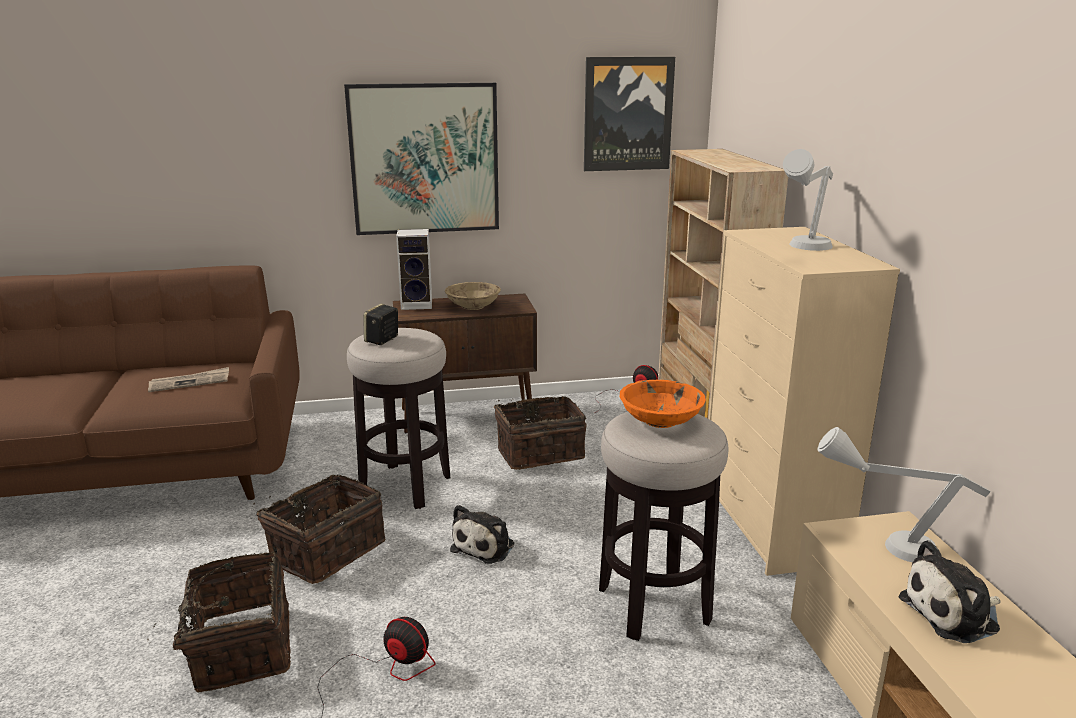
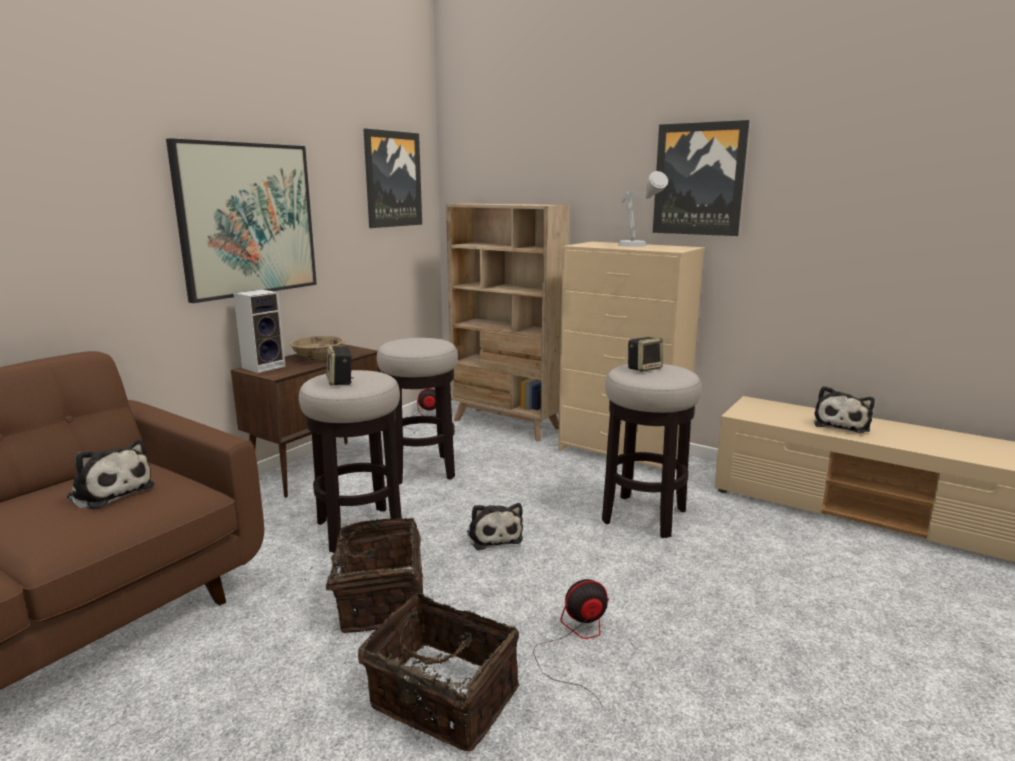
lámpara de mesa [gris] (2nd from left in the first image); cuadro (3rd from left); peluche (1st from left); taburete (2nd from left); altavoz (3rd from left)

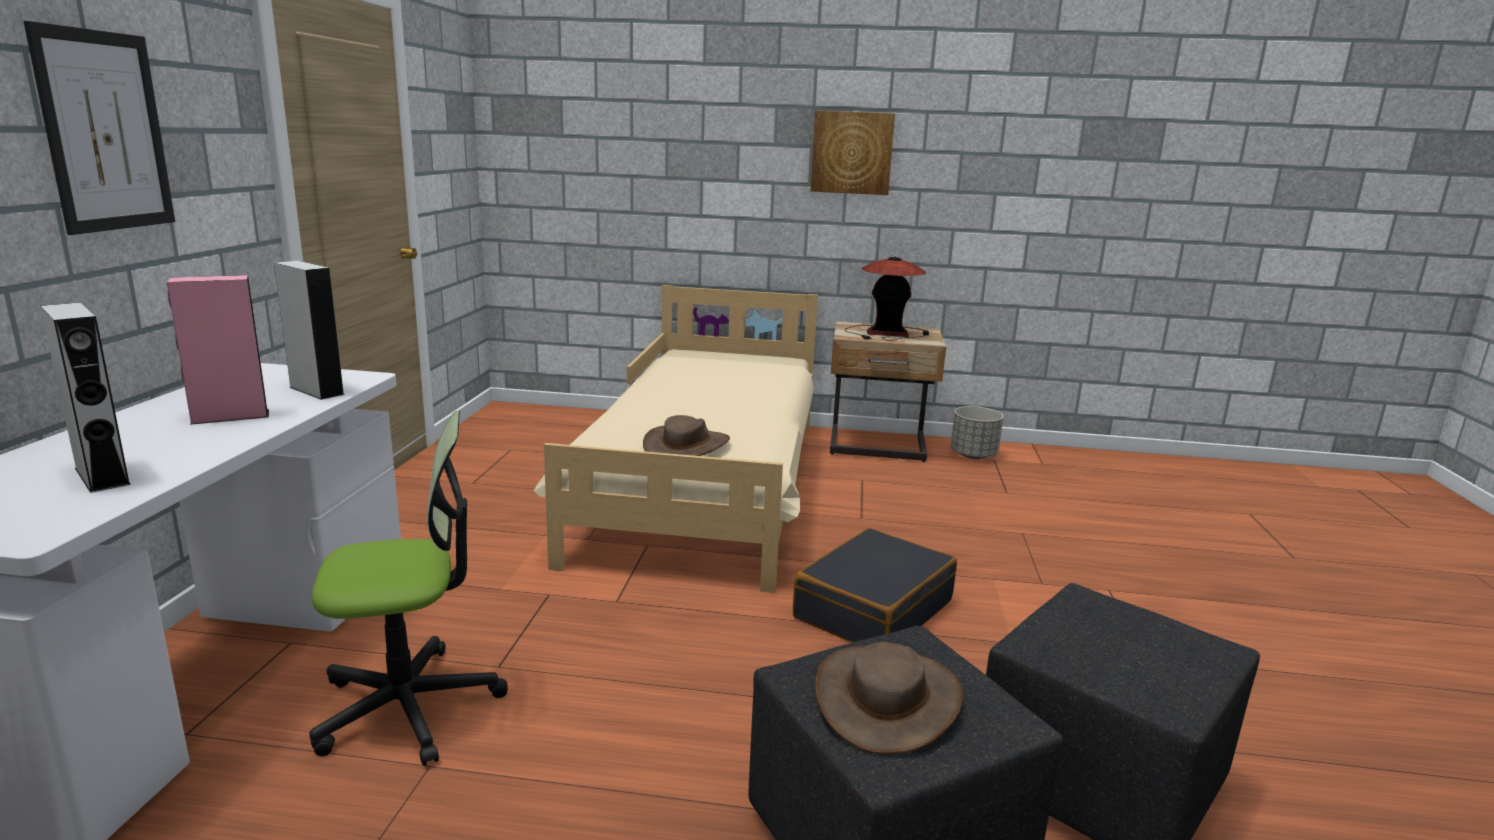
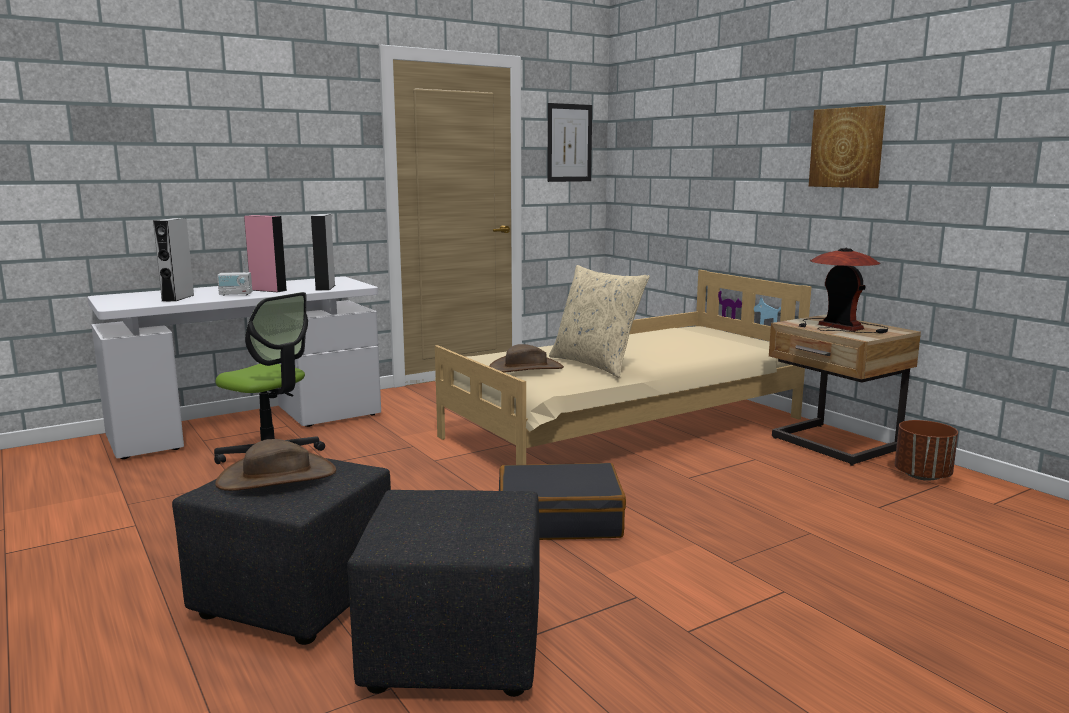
radio; cojín [beis]; cuadro (1st from left); maceta [marrón]

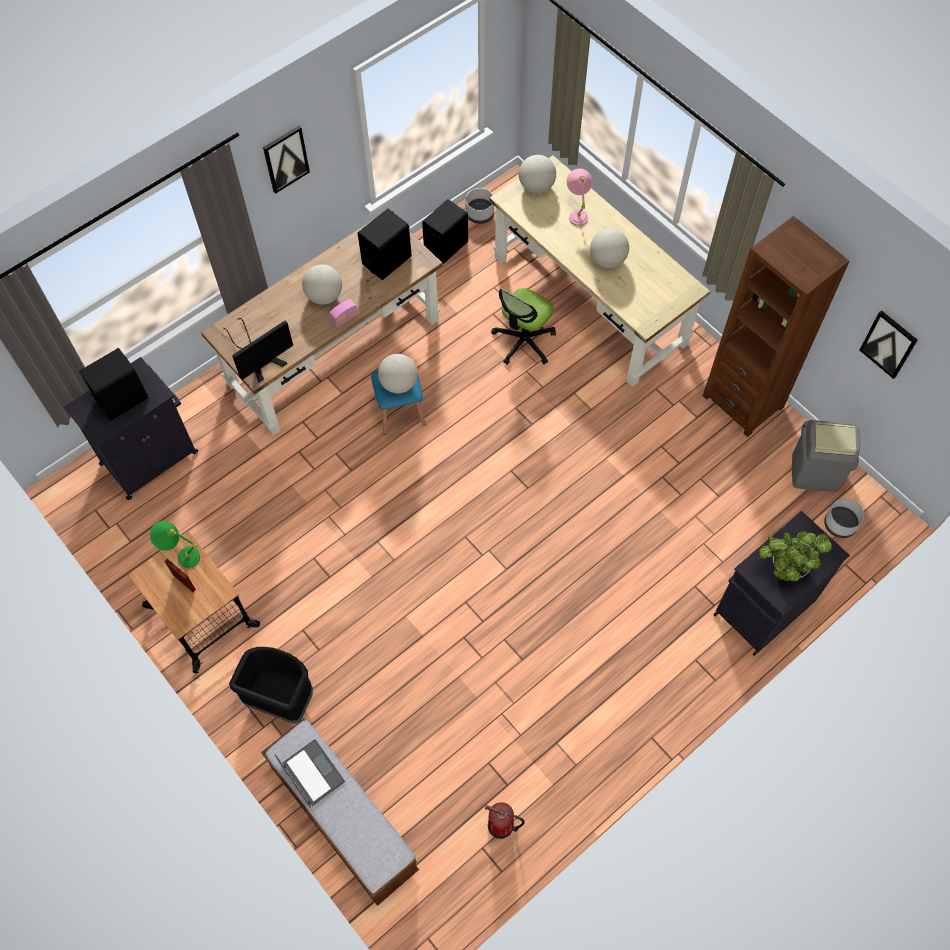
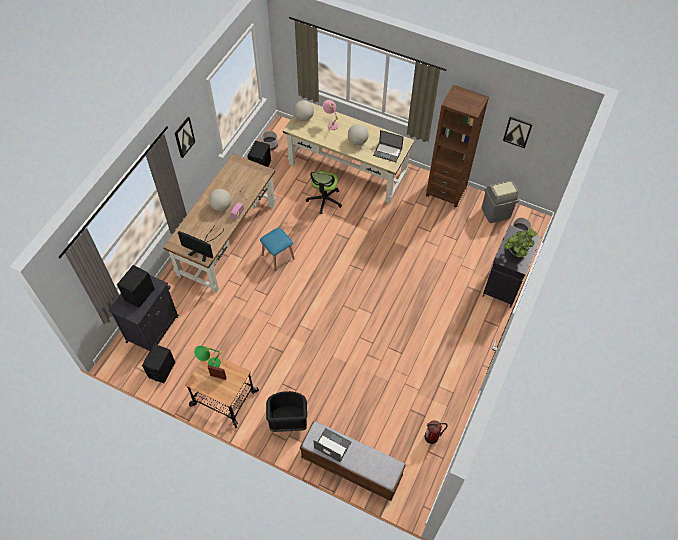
globo terráqueo (2nd from left in the first image); portátil (2nd from left); altavoz [negro] (2nd from left); monitor

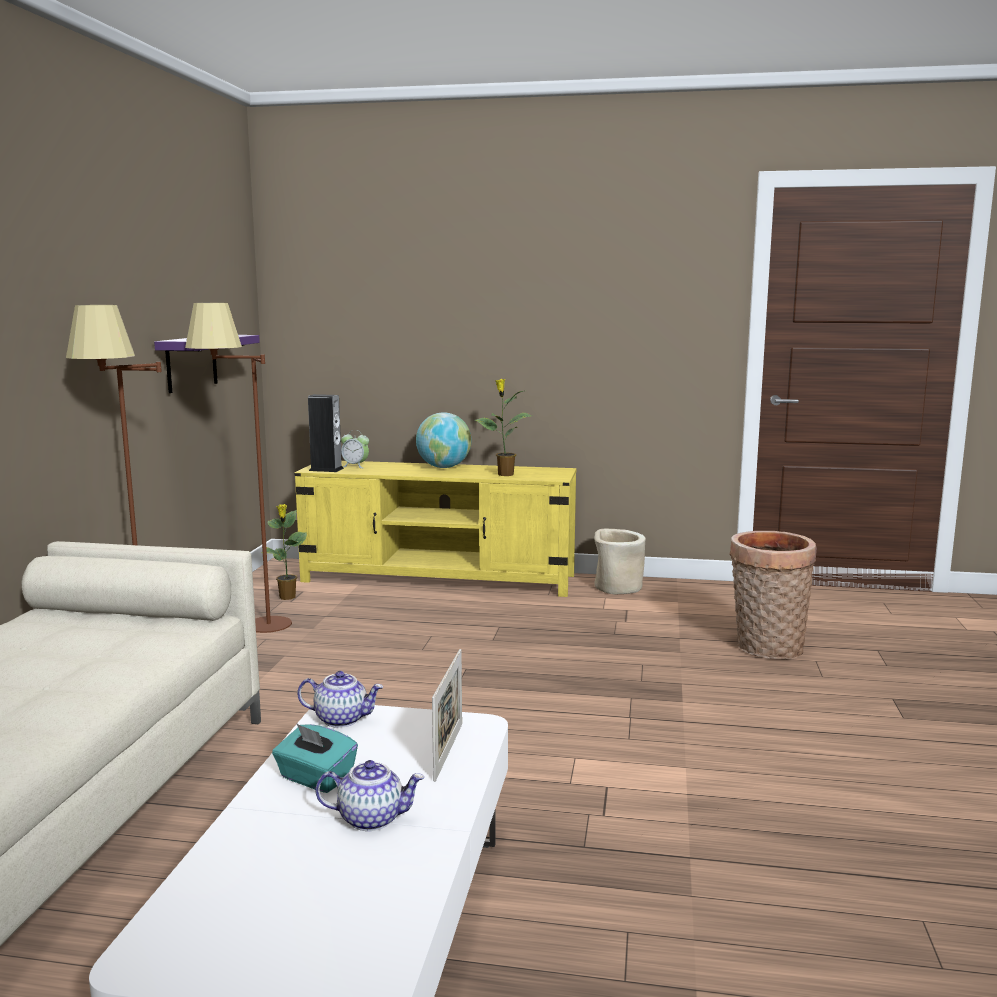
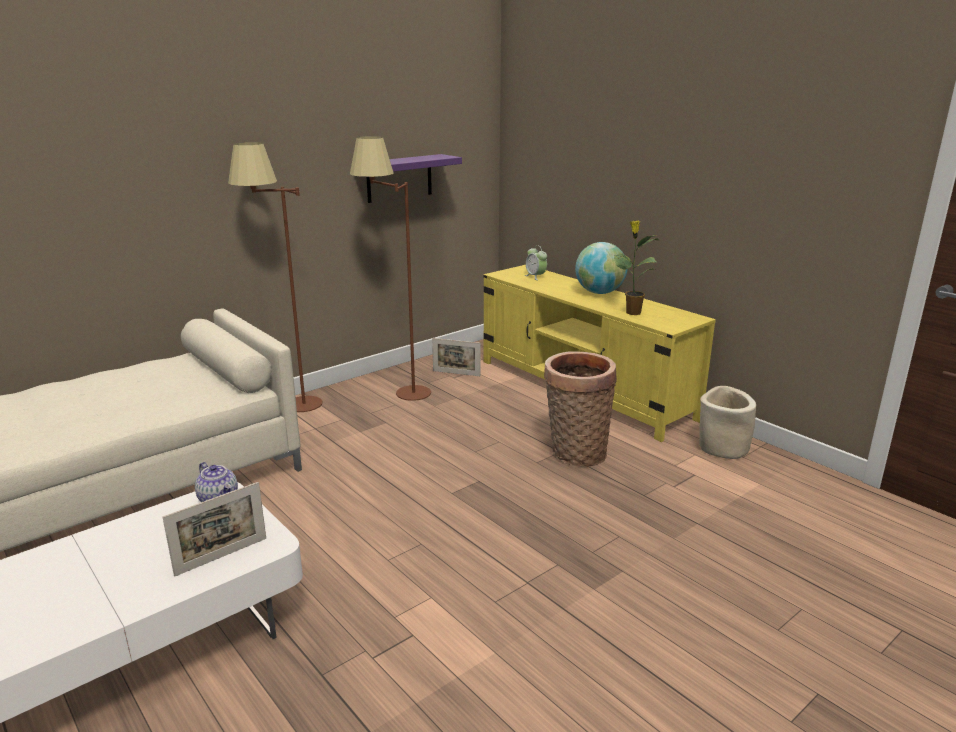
caja de pañuelos [turquesa]; altavoz; tetera (2nd from left in the first image); cesta; portarretratos (2nd from left)

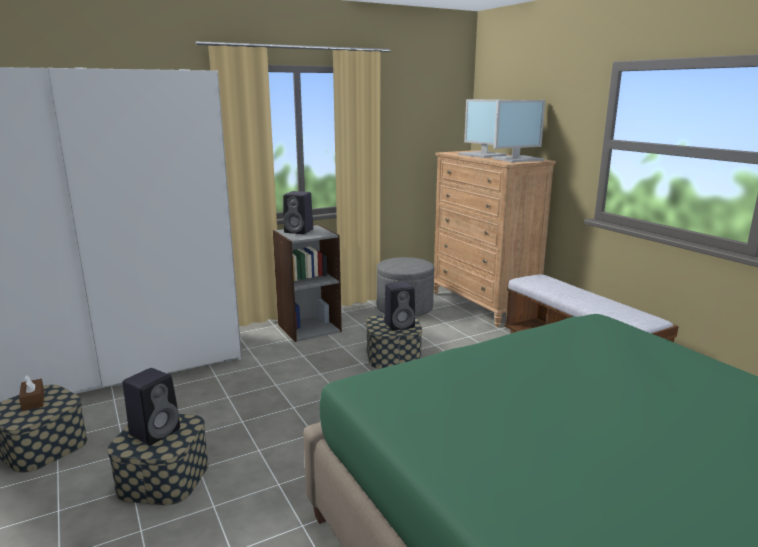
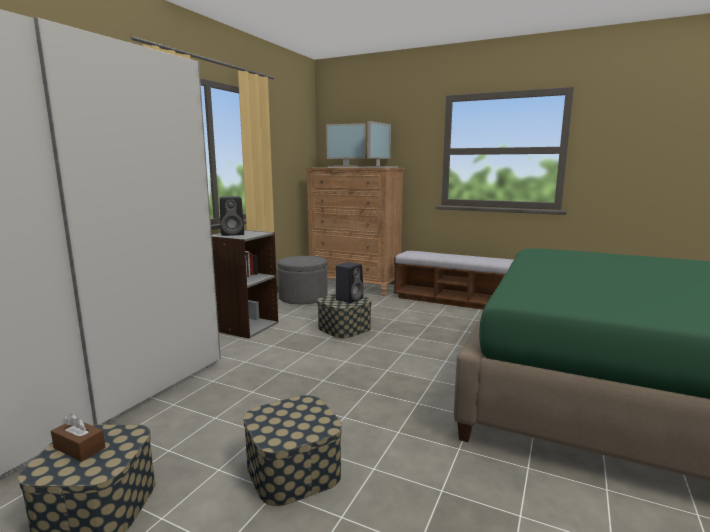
altavoz [negro] (1st from left in the first image)

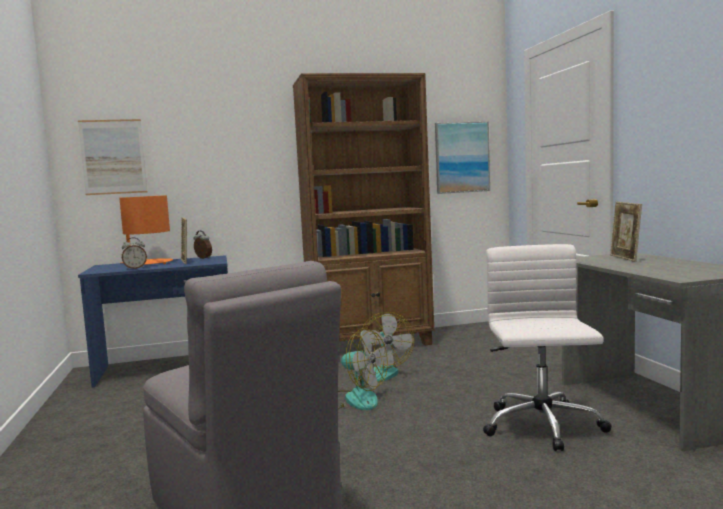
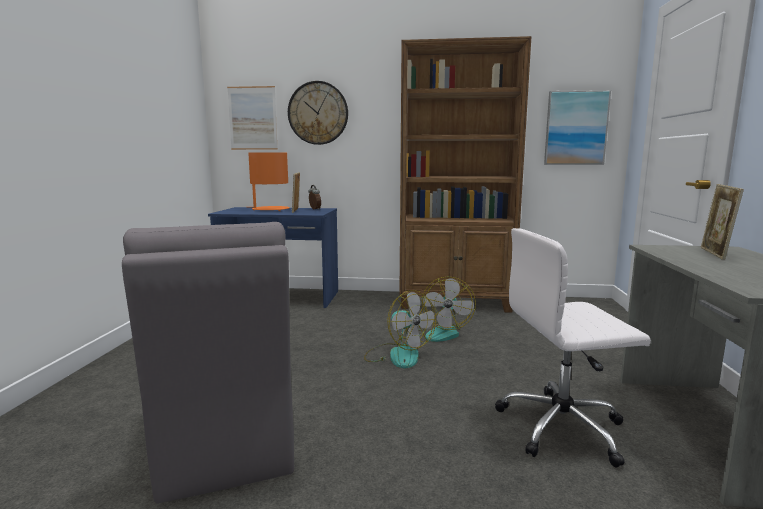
despertador (1st from left in the first image); reloj de pared; silla de oficina [blanco]

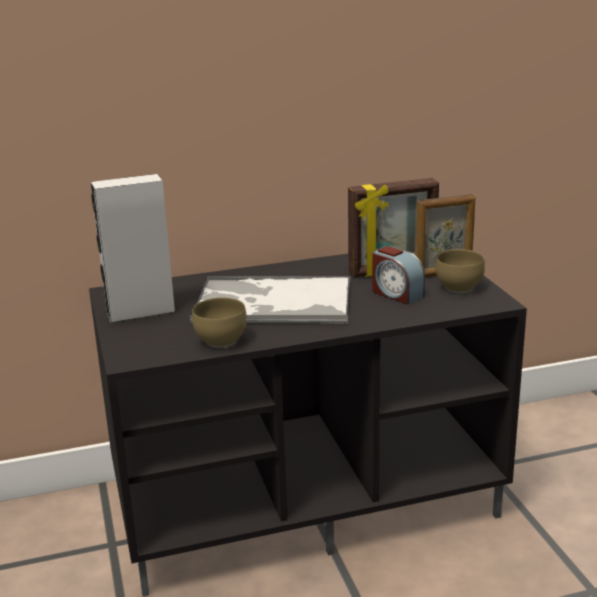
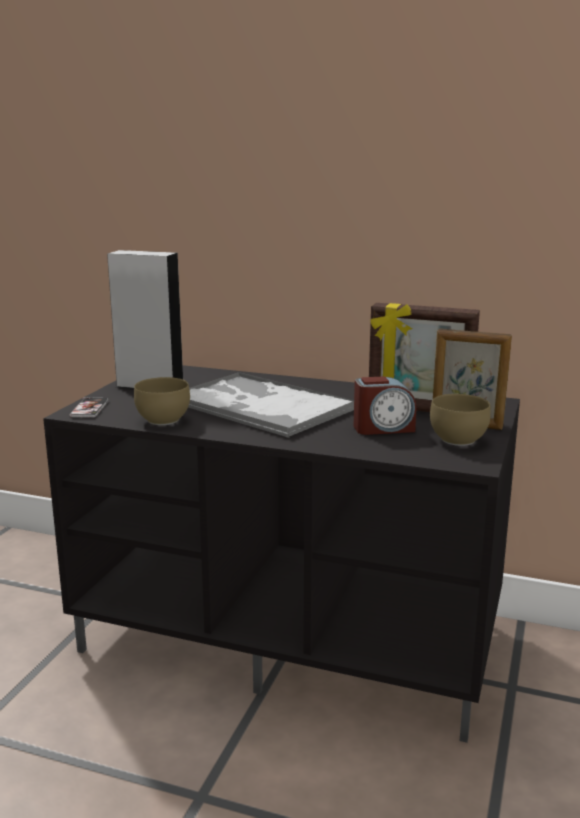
móvil; despertador

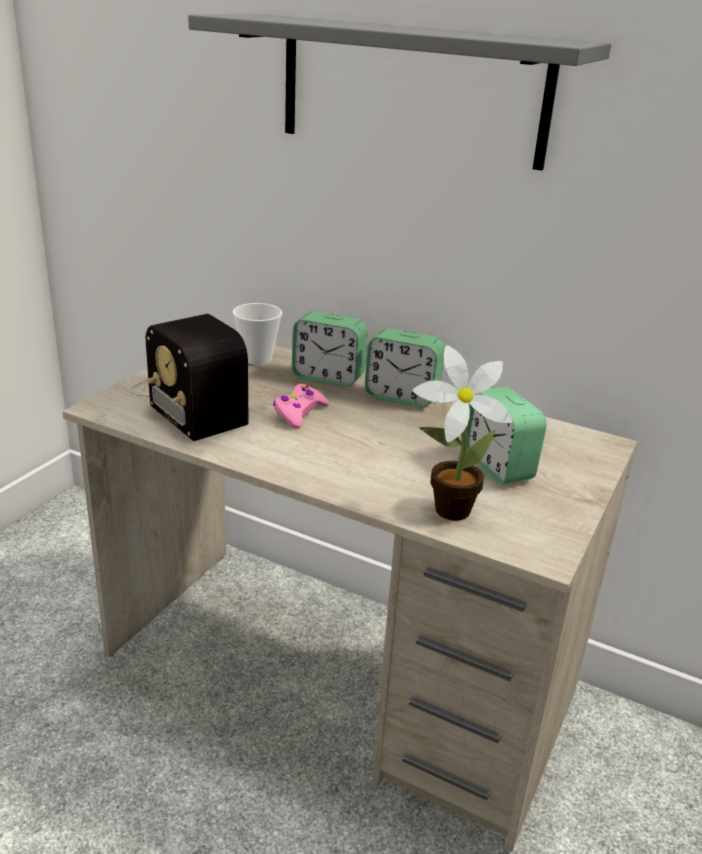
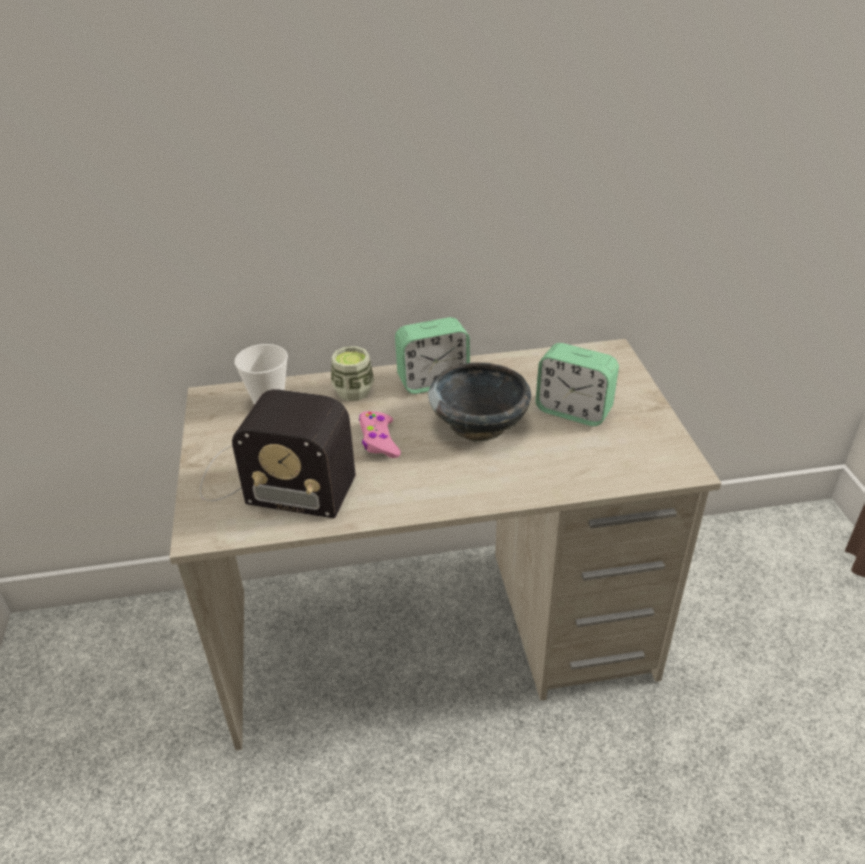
estante [gris]; planta en maceta; cuenco [negro]; taza (2nd from left)

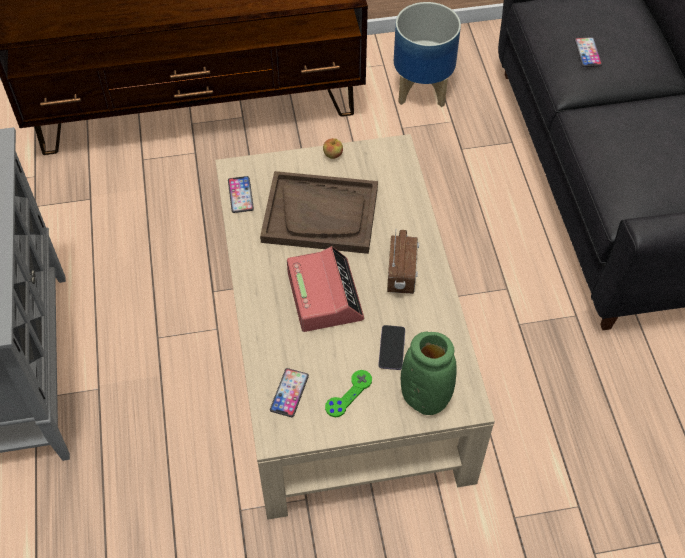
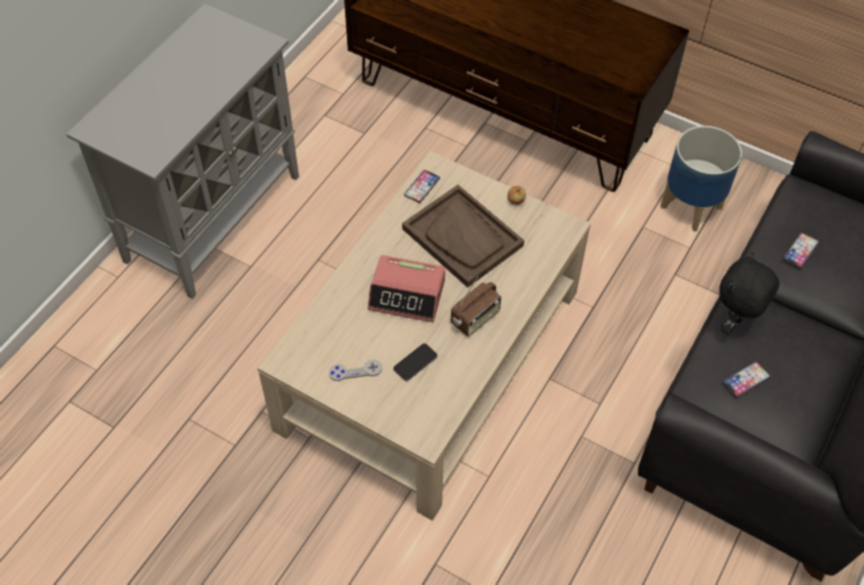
florero [verde]; peluche [negro]; móvil (3rd from left); mando de consola [gris]; despertador

